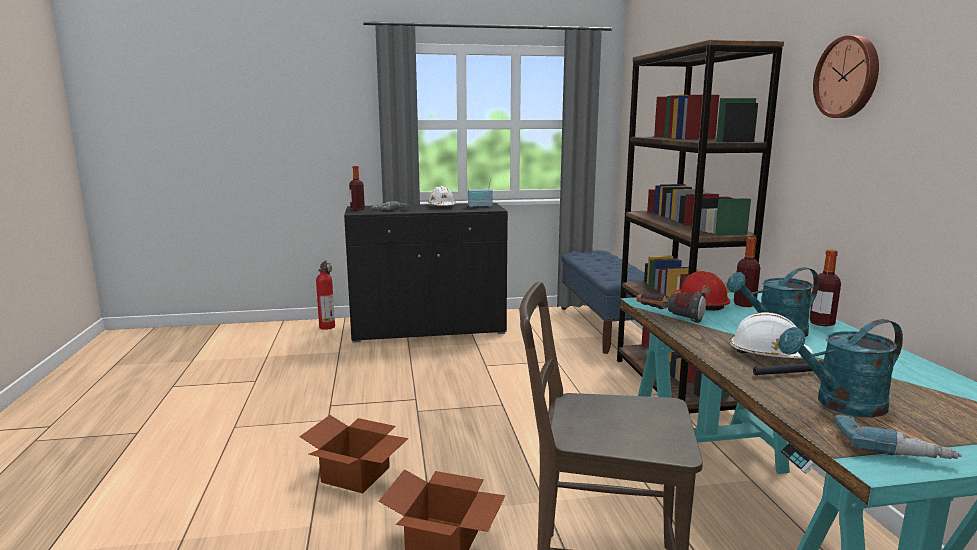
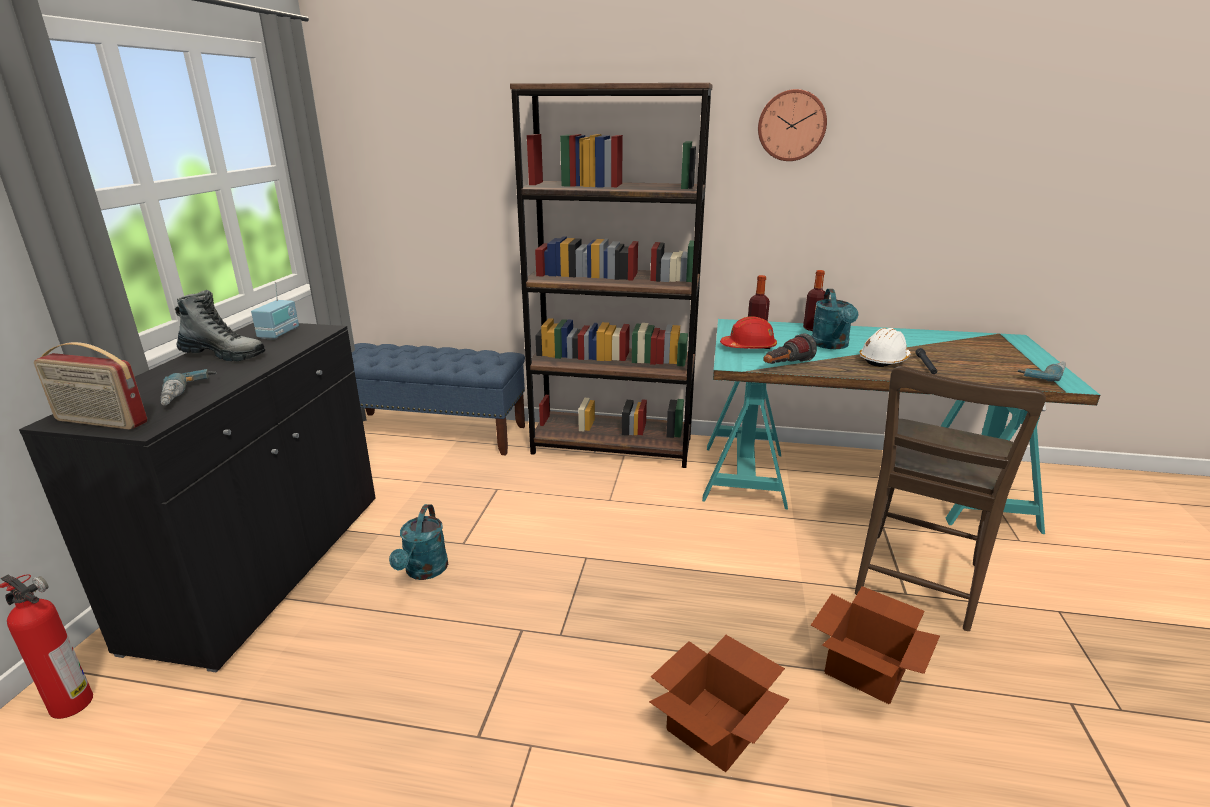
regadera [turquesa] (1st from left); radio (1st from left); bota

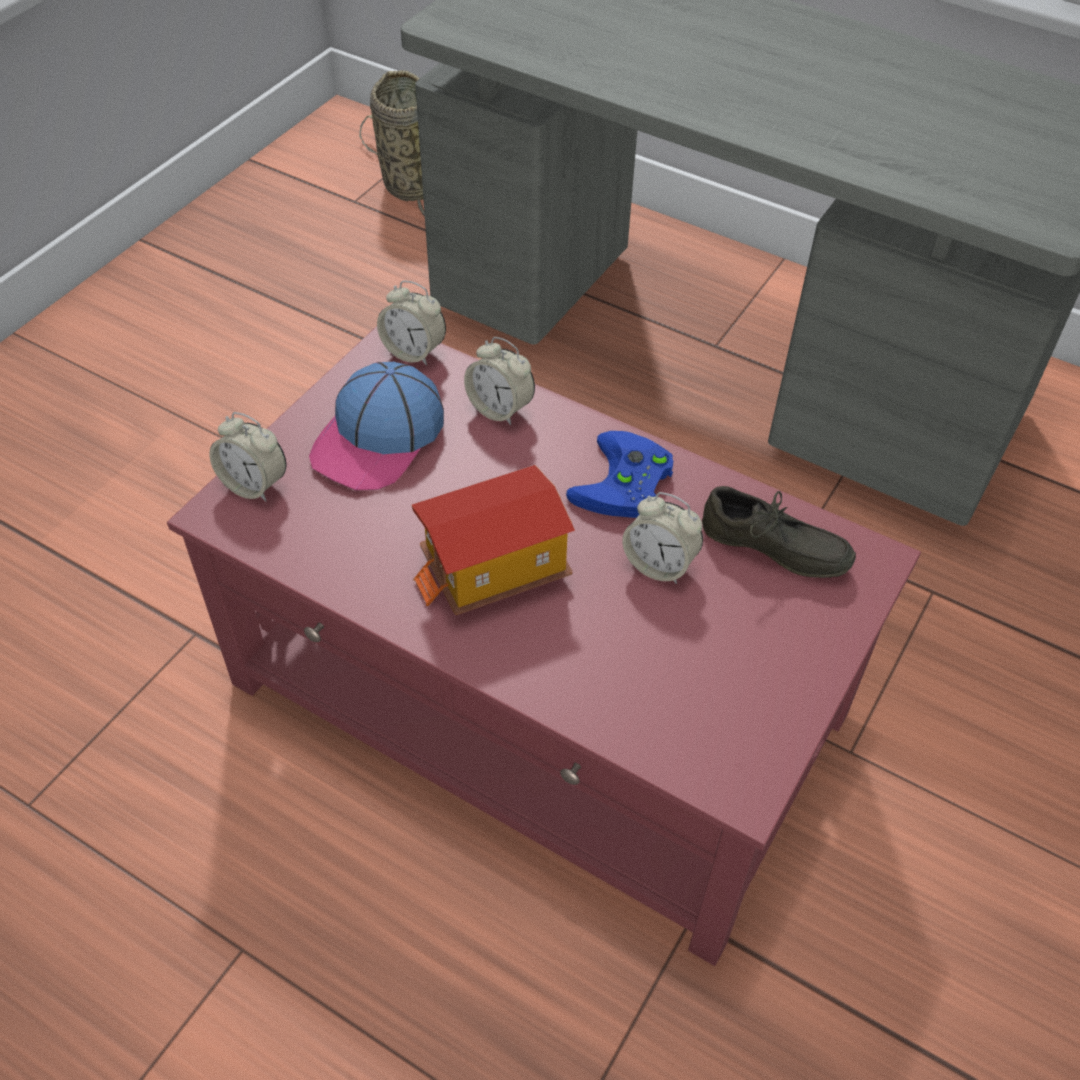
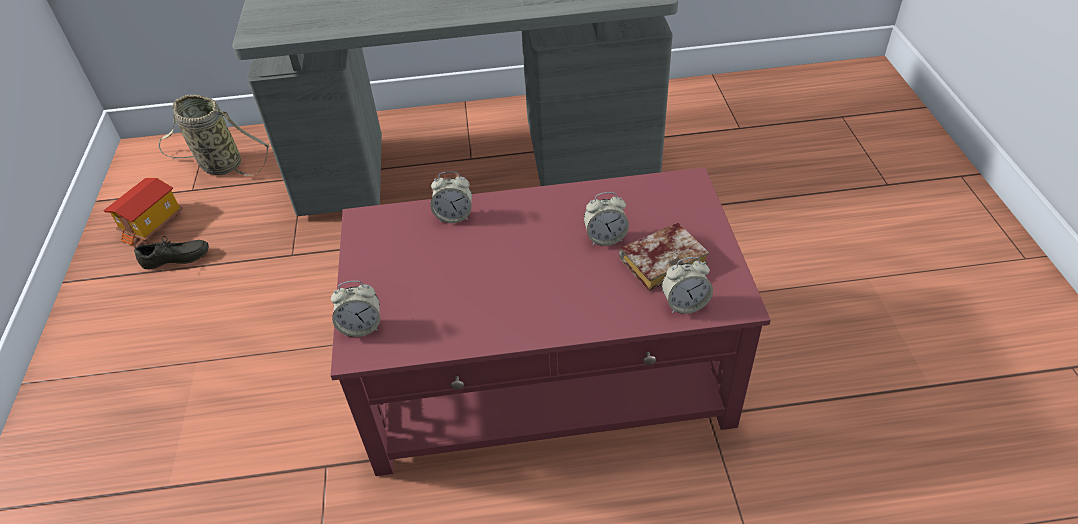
gorra; mando de consola [azul]; libro; despertador (4th from left); casita; zapato [gris]

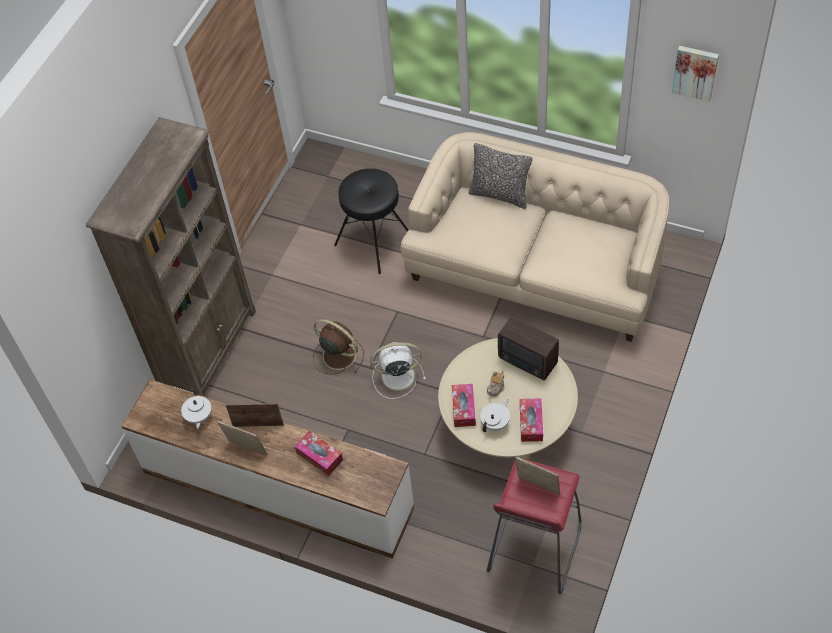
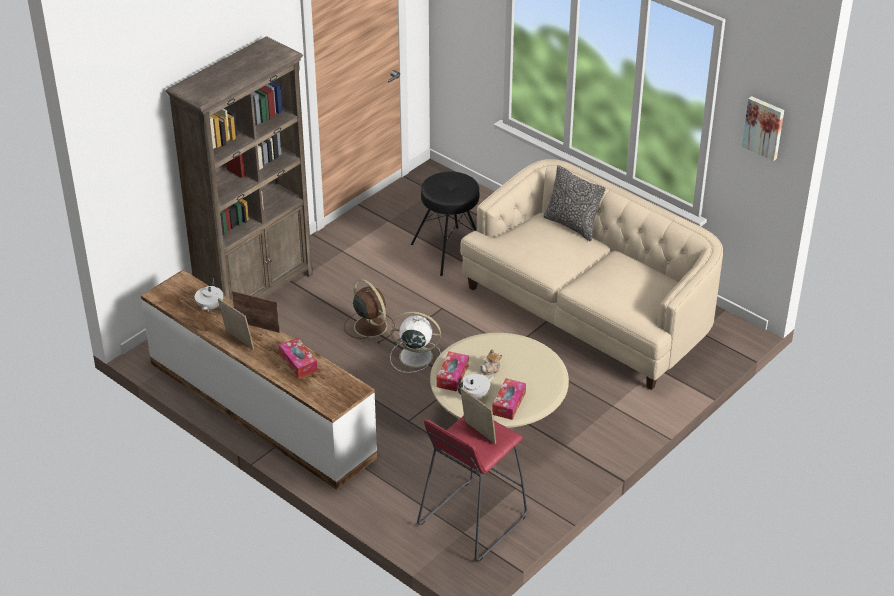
radio

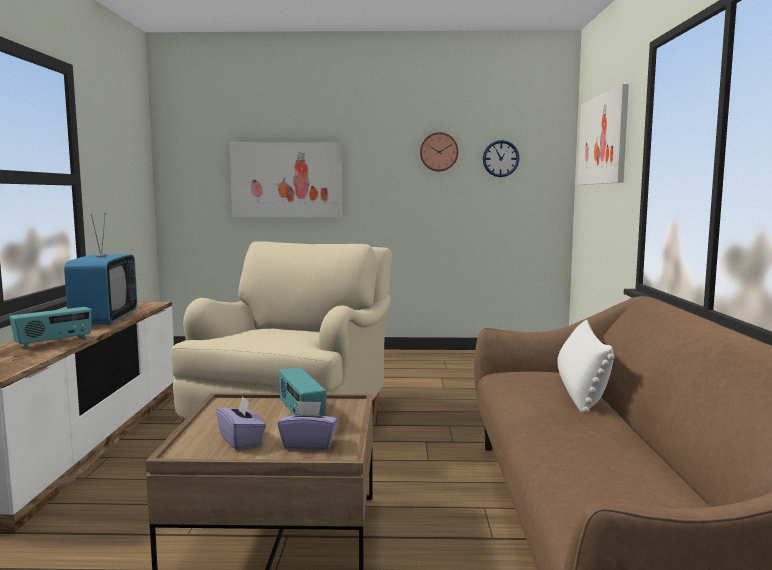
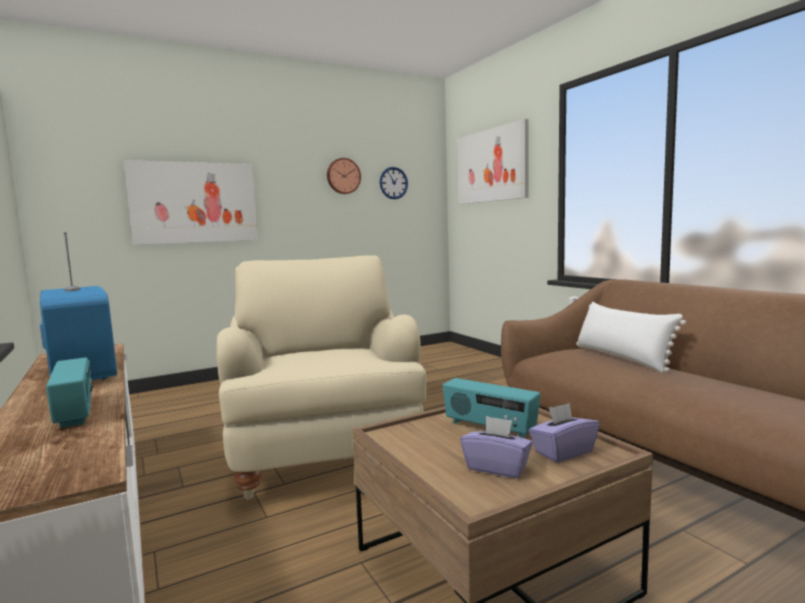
radio (1st from left)

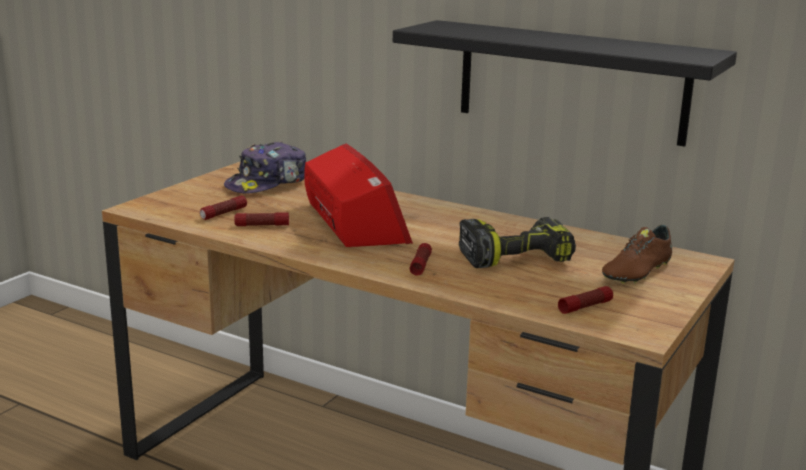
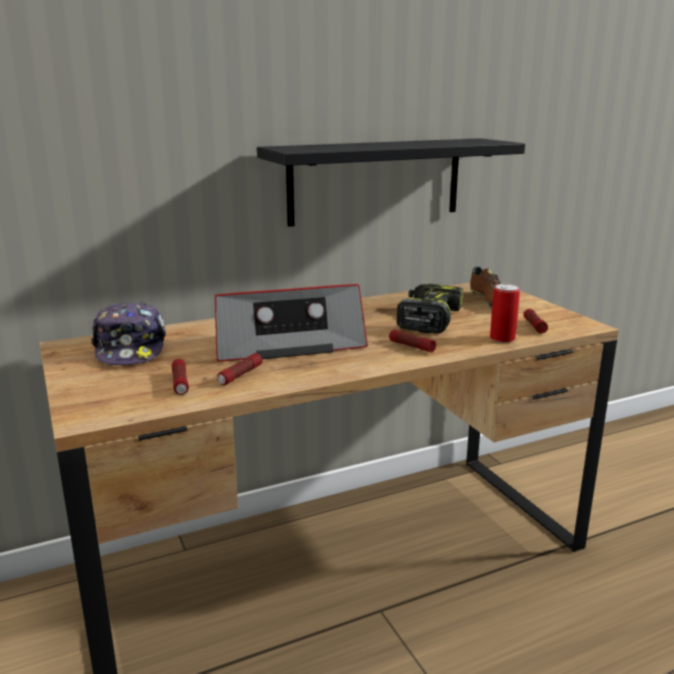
lata; radio

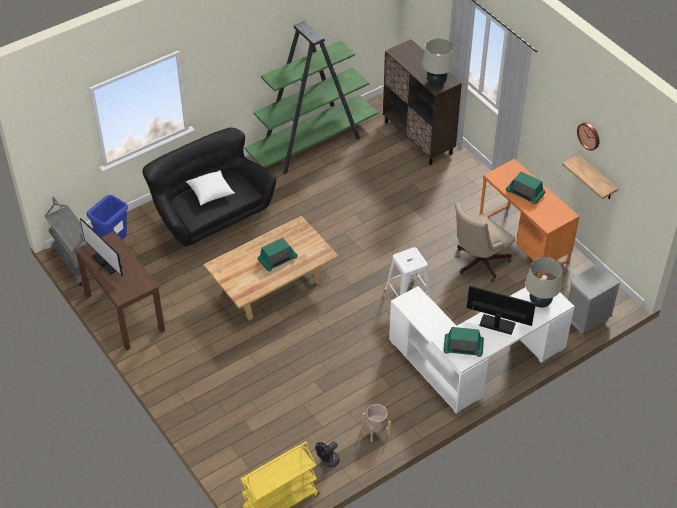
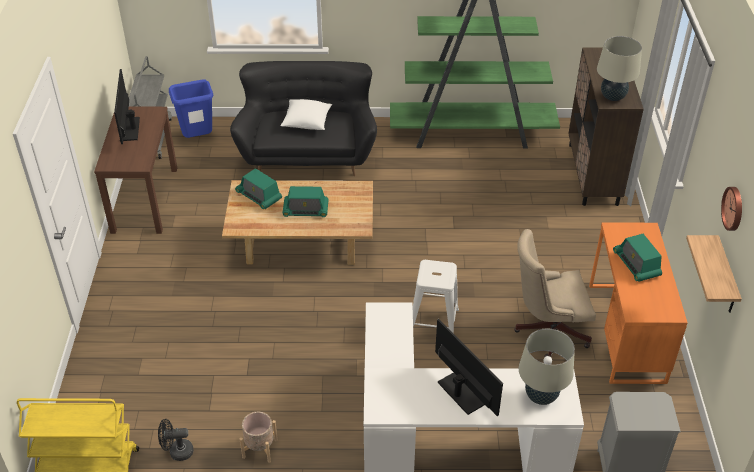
radio (1st from left)

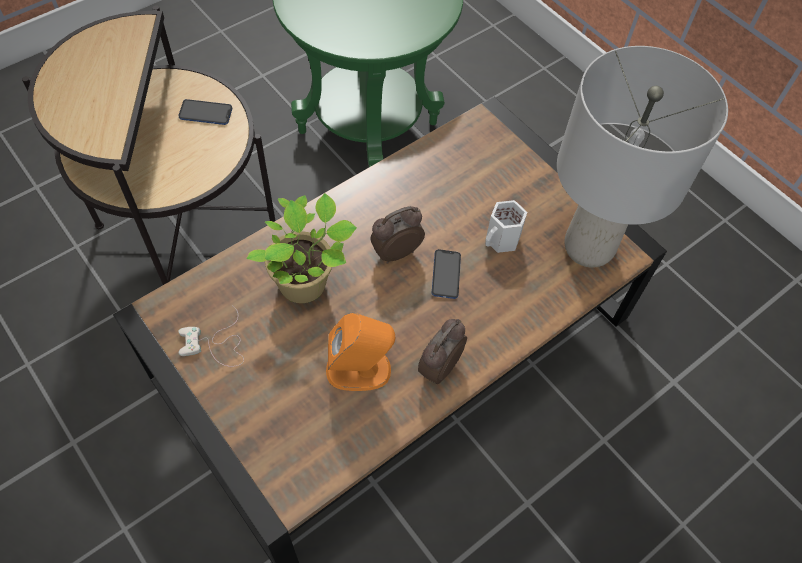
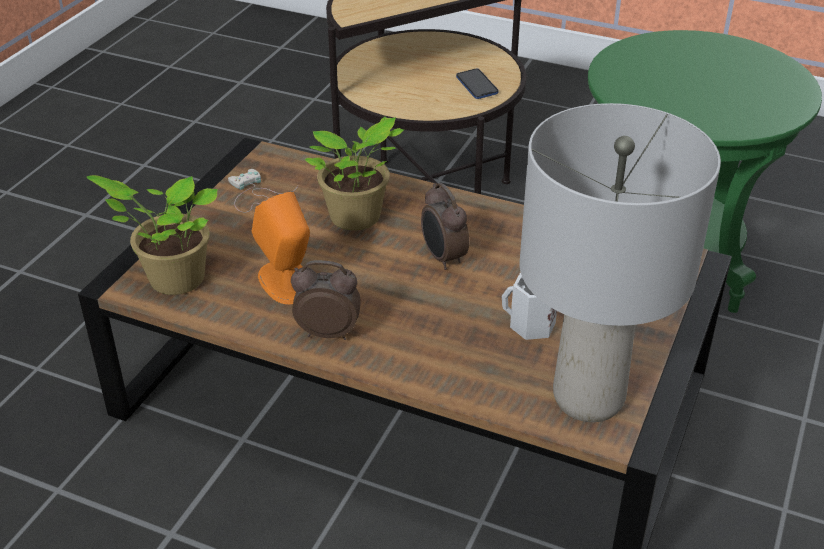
móvil (2nd from left in the first image); planta en maceta (1st from left); despertador (2nd from left)

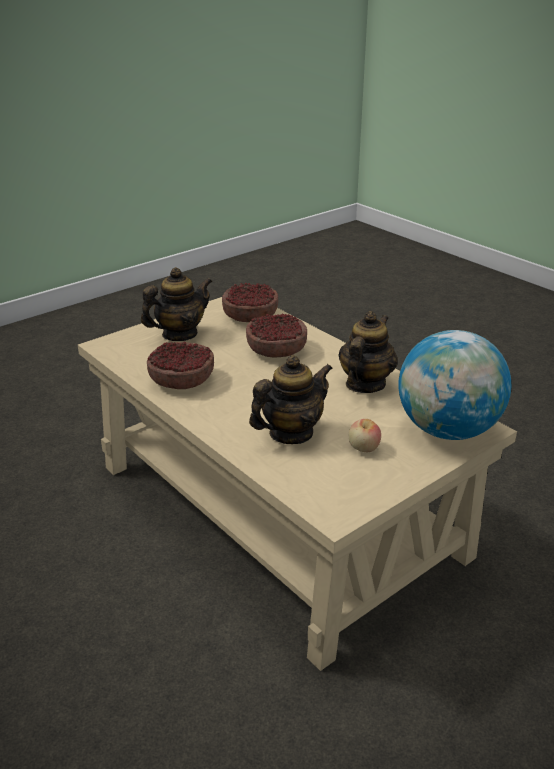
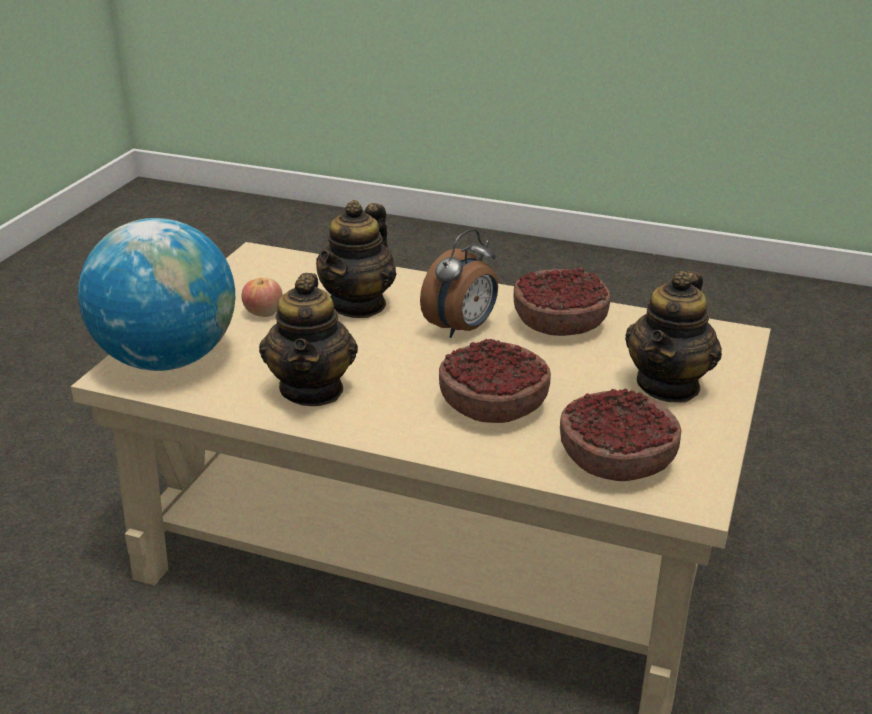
despertador

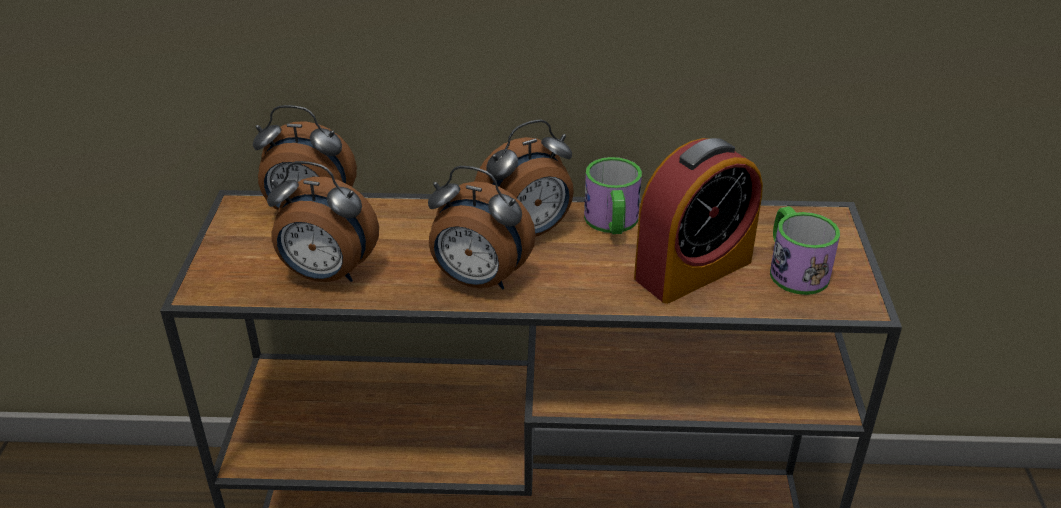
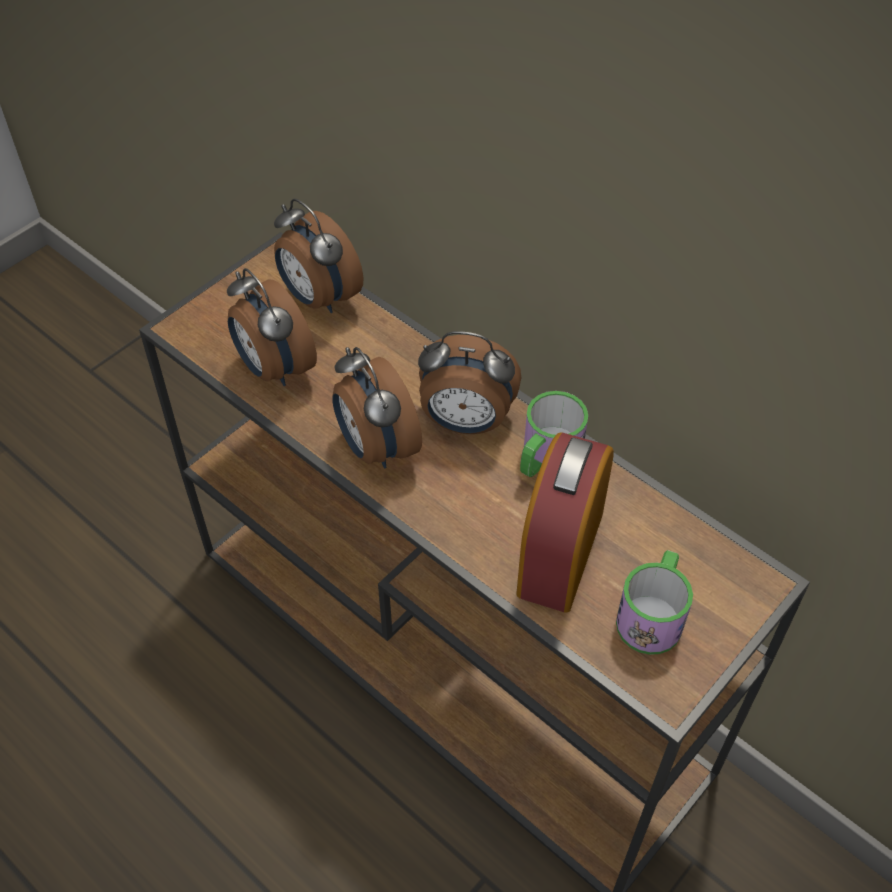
despertador (5th from left)

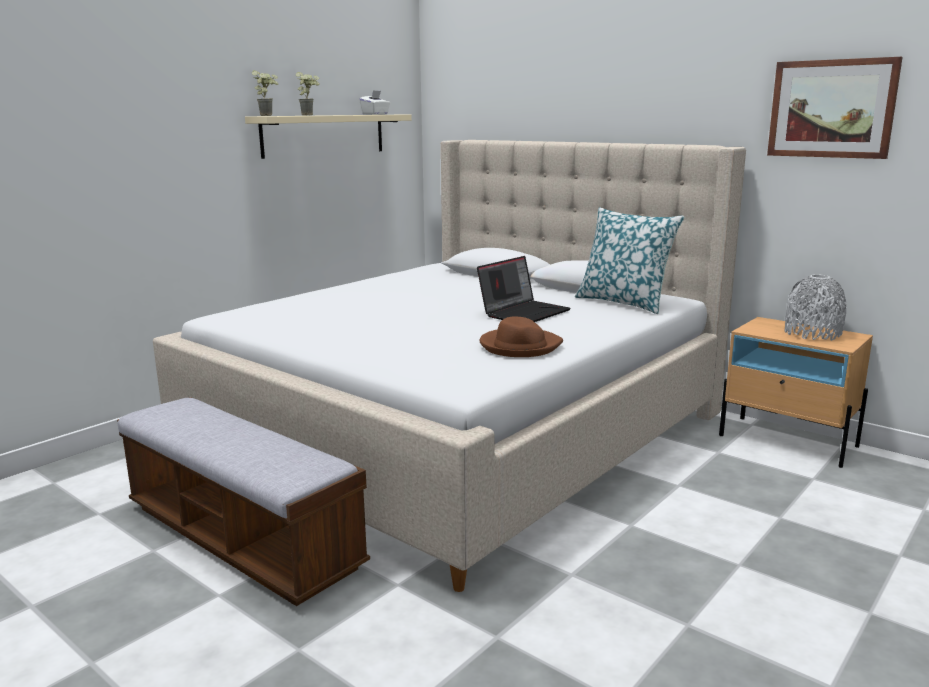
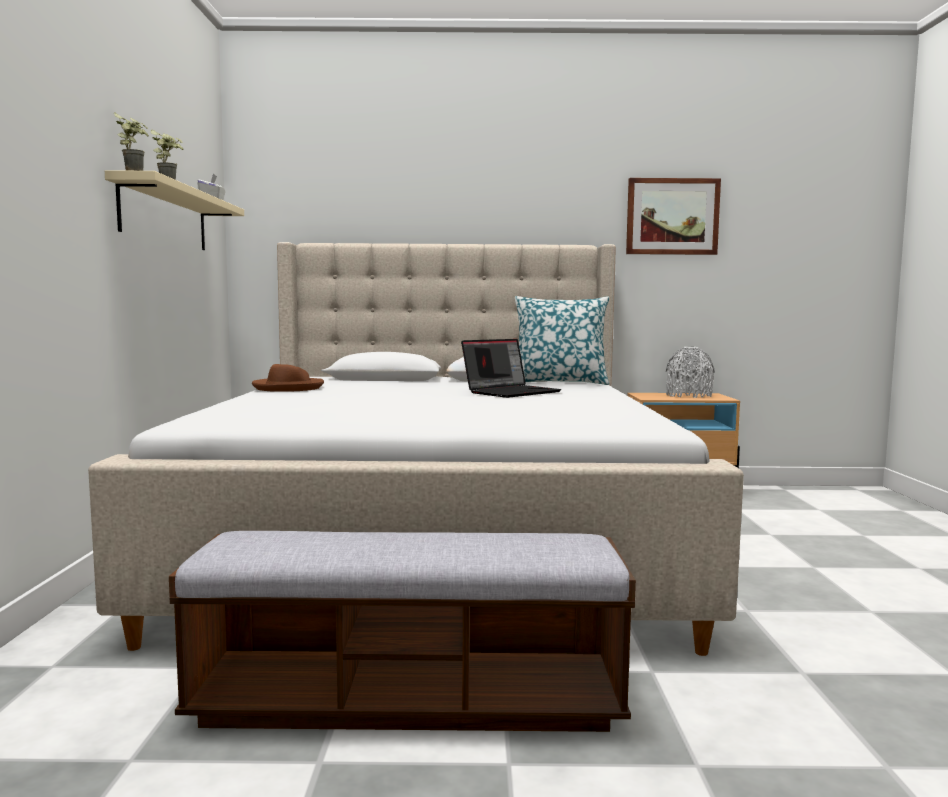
sombrero [marrón]; portátil

